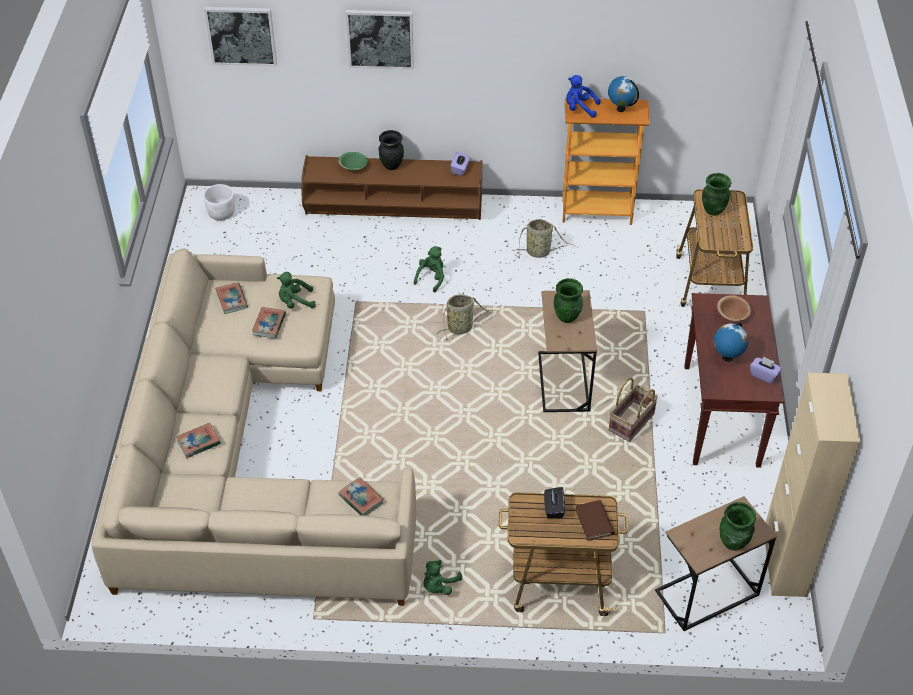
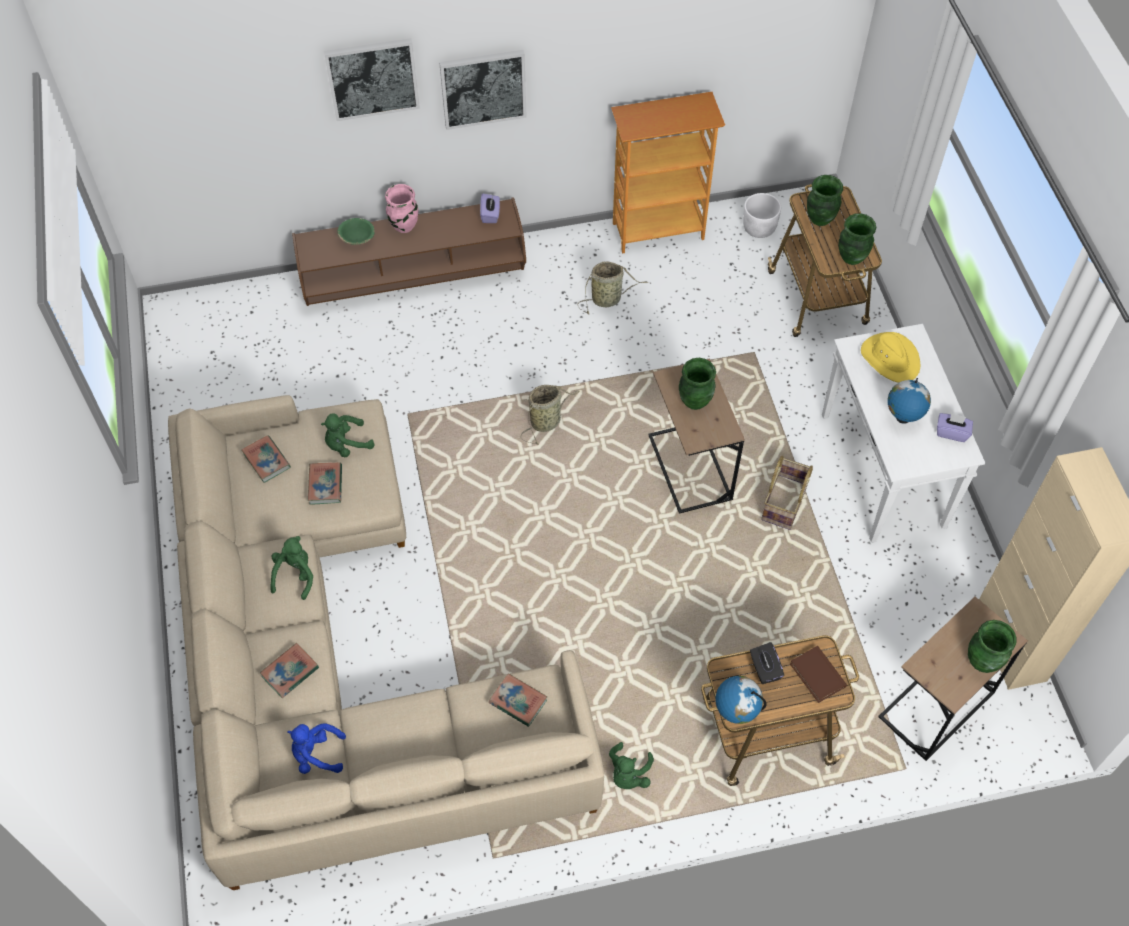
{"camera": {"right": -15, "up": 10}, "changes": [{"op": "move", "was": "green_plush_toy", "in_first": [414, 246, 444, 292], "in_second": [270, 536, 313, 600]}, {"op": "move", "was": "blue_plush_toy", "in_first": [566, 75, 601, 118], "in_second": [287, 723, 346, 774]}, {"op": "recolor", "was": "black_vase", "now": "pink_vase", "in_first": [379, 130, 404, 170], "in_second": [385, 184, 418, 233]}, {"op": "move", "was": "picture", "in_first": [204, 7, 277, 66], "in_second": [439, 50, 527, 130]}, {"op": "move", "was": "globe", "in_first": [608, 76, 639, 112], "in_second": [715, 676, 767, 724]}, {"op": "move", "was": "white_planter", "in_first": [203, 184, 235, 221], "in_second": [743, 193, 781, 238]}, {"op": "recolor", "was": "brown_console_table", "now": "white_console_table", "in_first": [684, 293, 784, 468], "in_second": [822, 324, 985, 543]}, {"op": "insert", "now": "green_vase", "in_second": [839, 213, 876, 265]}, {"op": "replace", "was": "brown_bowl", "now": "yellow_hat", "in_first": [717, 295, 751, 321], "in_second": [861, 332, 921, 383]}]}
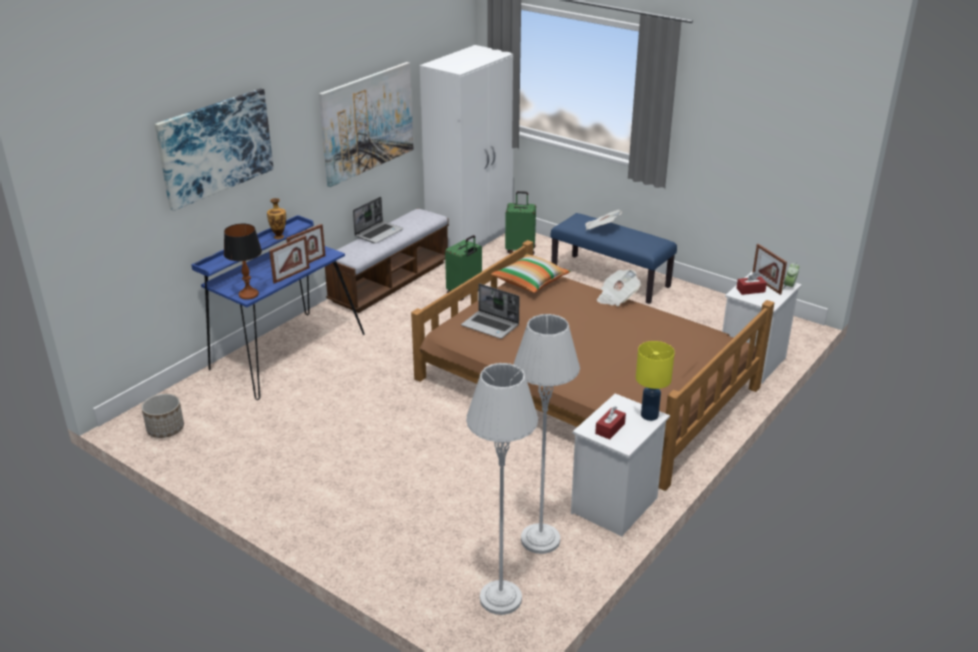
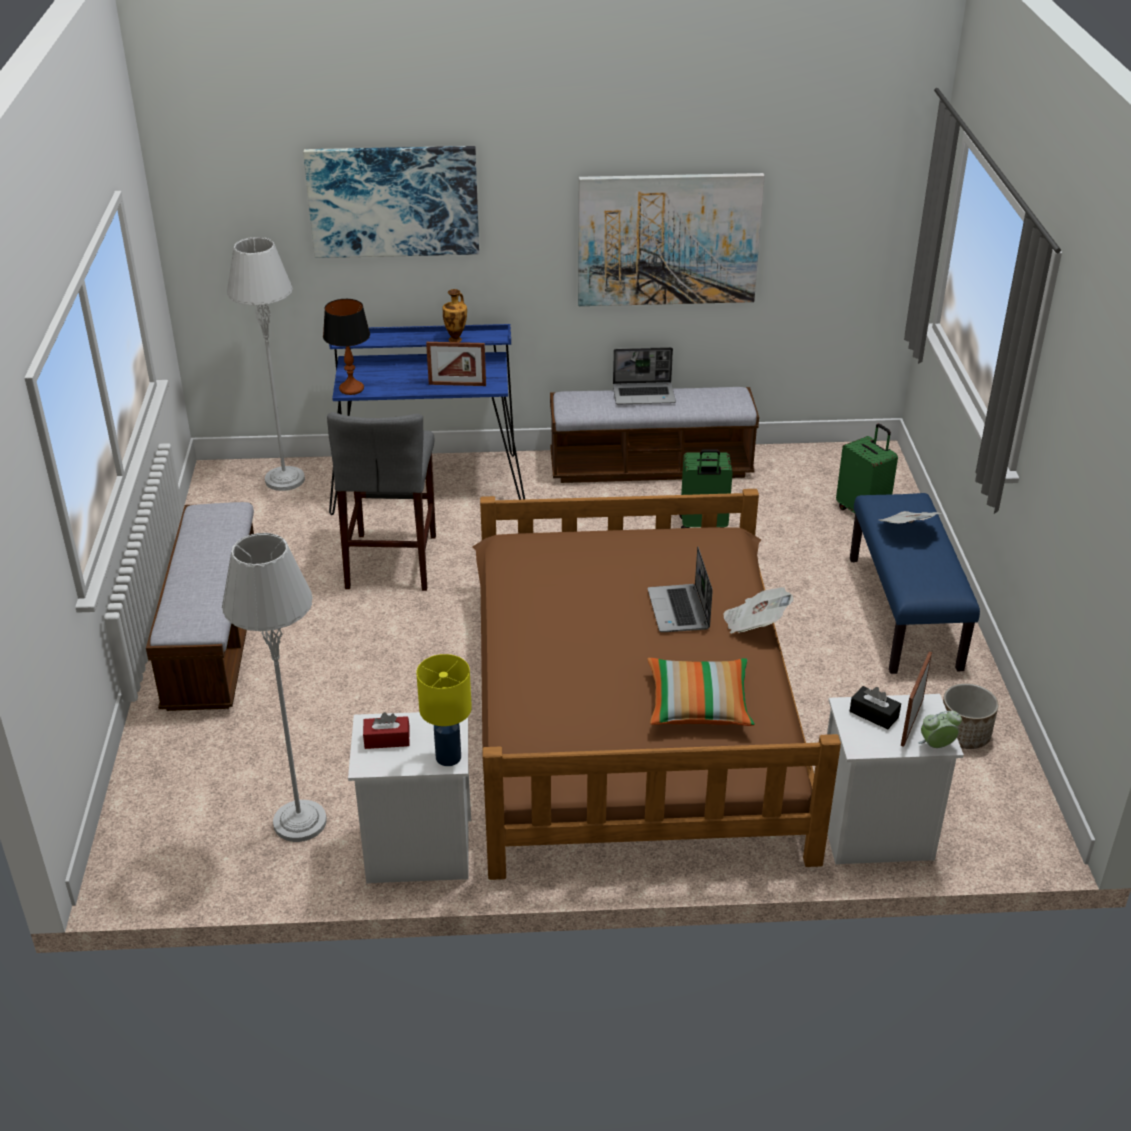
{"camera": {"right": 50, "up": 5}, "changes": [{"op": "insert", "now": "bench", "in_second": [146, 502, 254, 711]}, {"op": "move", "was": "grey_floor_lamp", "in_first": [466, 363, 538, 615], "in_second": [227, 237, 305, 491]}, {"op": "insert", "now": "grey_stool", "in_second": [327, 412, 436, 591]}, {"op": "move", "was": "pillow", "in_first": [491, 254, 571, 293], "in_second": [647, 658, 755, 726]}, {"op": "move", "was": "laptop", "in_first": [461, 283, 520, 339], "in_second": [648, 547, 713, 632]}, {"op": "recolor", "was": "red_tissue_box", "now": "black_tissue_box", "in_first": [736, 272, 767, 295], "in_second": [850, 686, 901, 729]}, {"op": "move", "was": "planter", "in_first": [141, 394, 184, 438], "in_second": [943, 683, 999, 749]}, {"op": "delete", "was": "picture_frame", "in_first": [269, 235, 310, 284]}, {"op": "delete", "was": "white_wardrobe", "in_first": [420, 45, 513, 248]}]}
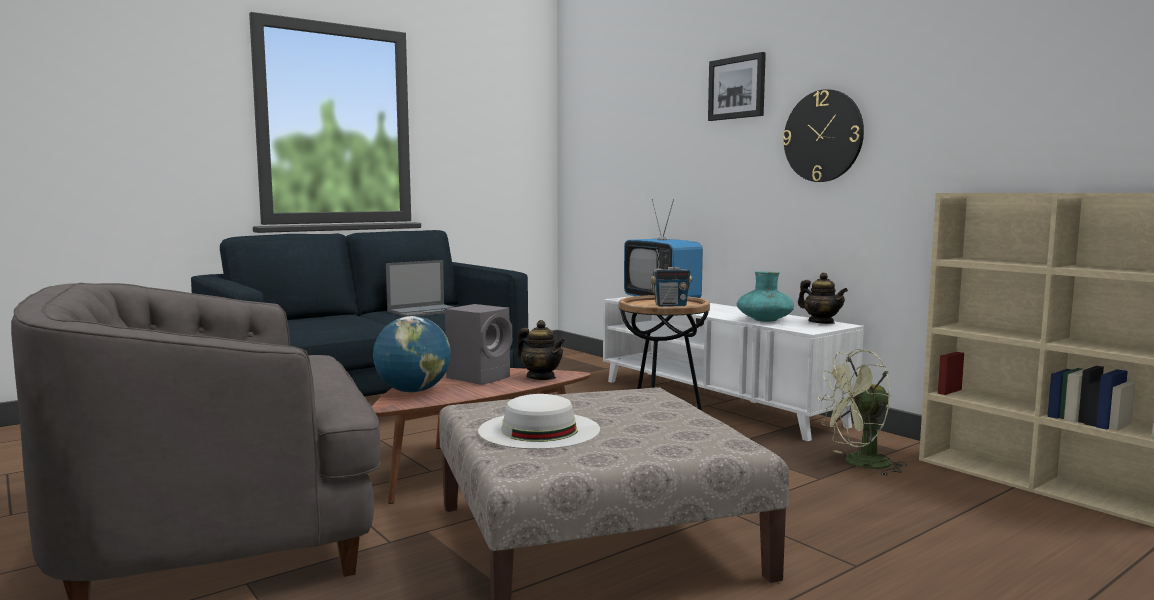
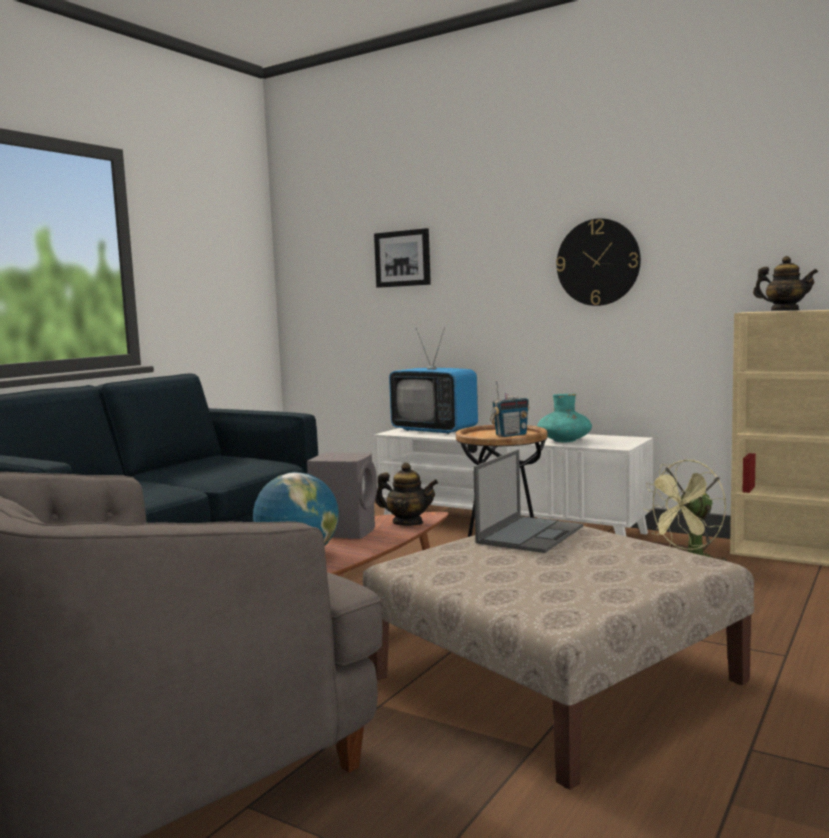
{"camera": {"right": -20, "up": 0}, "changes": [{"op": "move", "was": "picture", "in_first": [708, 52, 766, 121], "in_second": [374, 228, 431, 288]}, {"op": "move", "was": "laptop", "in_first": [386, 260, 454, 317], "in_second": [473, 449, 583, 553]}, {"op": "move", "was": "teapot", "in_first": [798, 272, 848, 324], "in_second": [753, 256, 818, 311]}, {"op": "delete", "was": "white_hat", "in_first": [478, 394, 600, 449]}]}
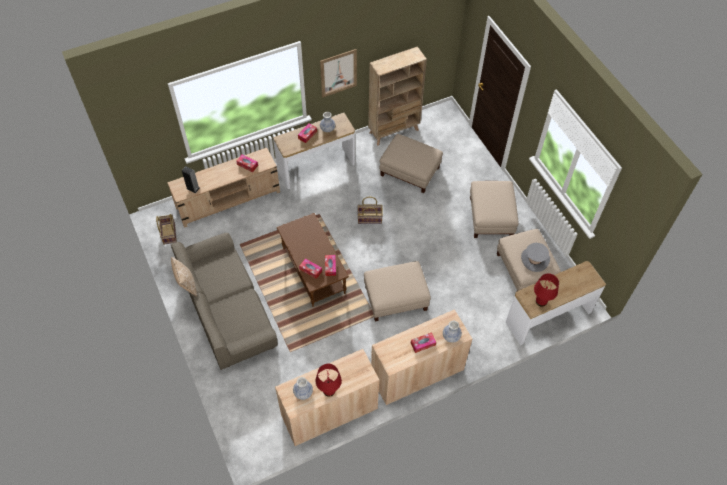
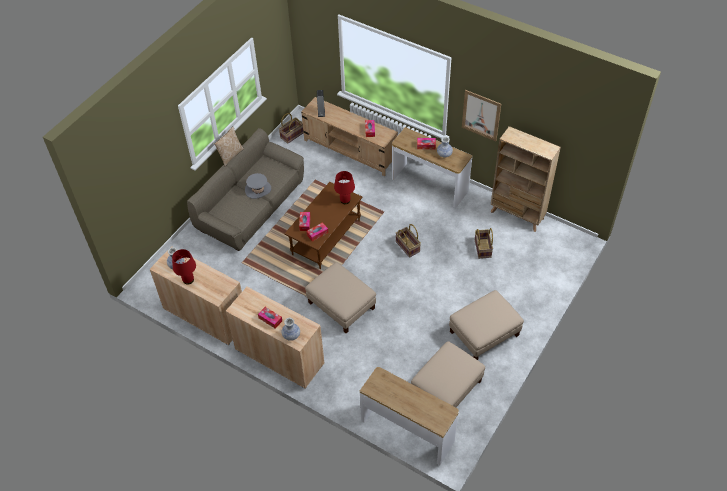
{"camera": {"right": 60, "up": -5}, "changes": [{"op": "move", "was": "grey_hat", "in_first": [521, 243, 550, 272], "in_second": [245, 173, 271, 199]}, {"op": "move", "was": "red_table_lamp", "in_first": [534, 273, 559, 306], "in_second": [334, 171, 355, 204]}, {"op": "replace", "was": "beige_ottoman", "now": "basket", "in_first": [380, 134, 443, 193], "in_second": [475, 228, 493, 259]}]}
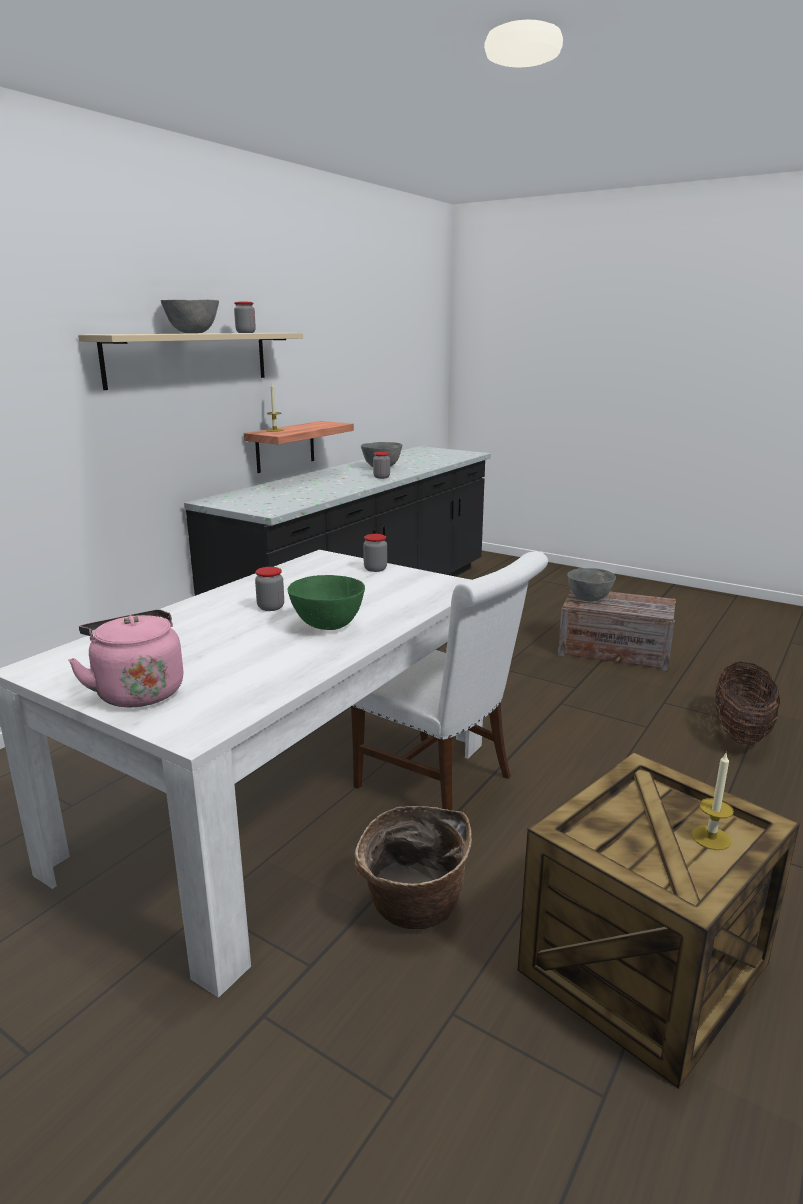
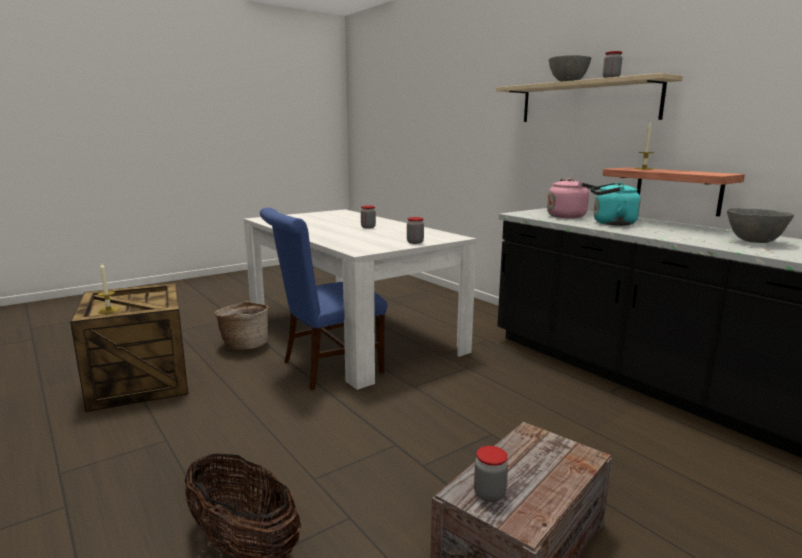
{"camera": {"right": 110, "up": -5}, "changes": [{"op": "recolor", "was": "white_chair", "now": "blue_chair", "in_first": [351, 551, 548, 811], "in_second": [260, 208, 387, 390]}, {"op": "move", "was": "jar", "in_first": [373, 452, 390, 479], "in_second": [474, 446, 508, 502]}, {"op": "move", "was": "pink_kettle", "in_first": [68, 609, 183, 707], "in_second": [547, 178, 596, 218]}, {"op": "insert", "now": "turquoise_kettle", "in_second": [591, 182, 641, 226]}, {"op": "delete", "was": "green_bowl", "in_first": [288, 575, 365, 630]}, {"op": "delete", "was": "grey_bowl", "in_first": [567, 568, 616, 602]}]}
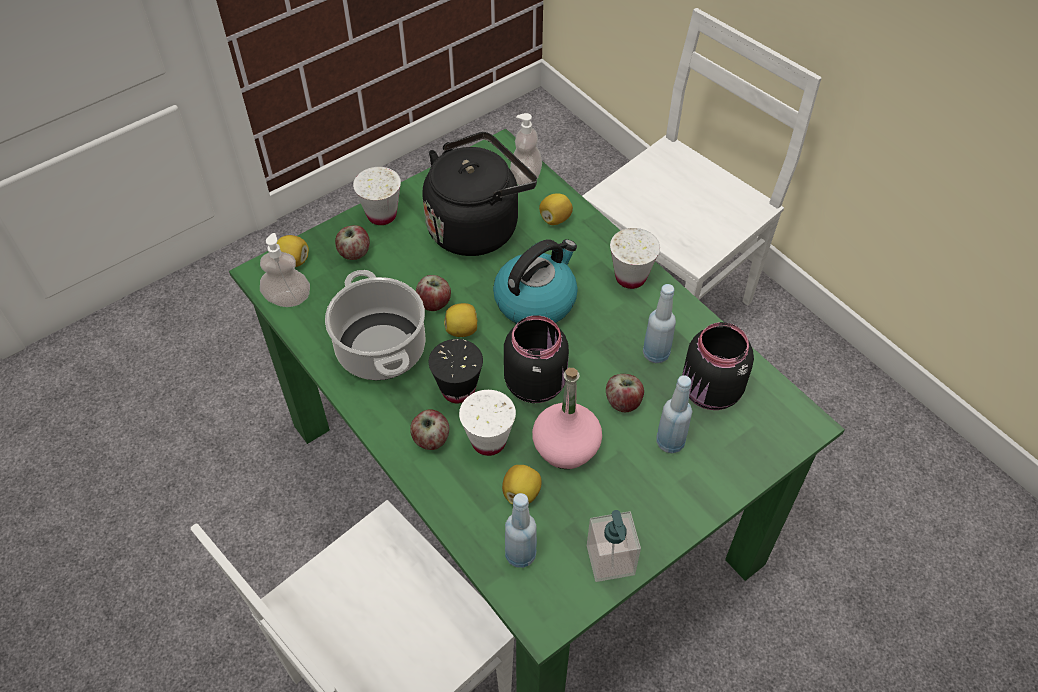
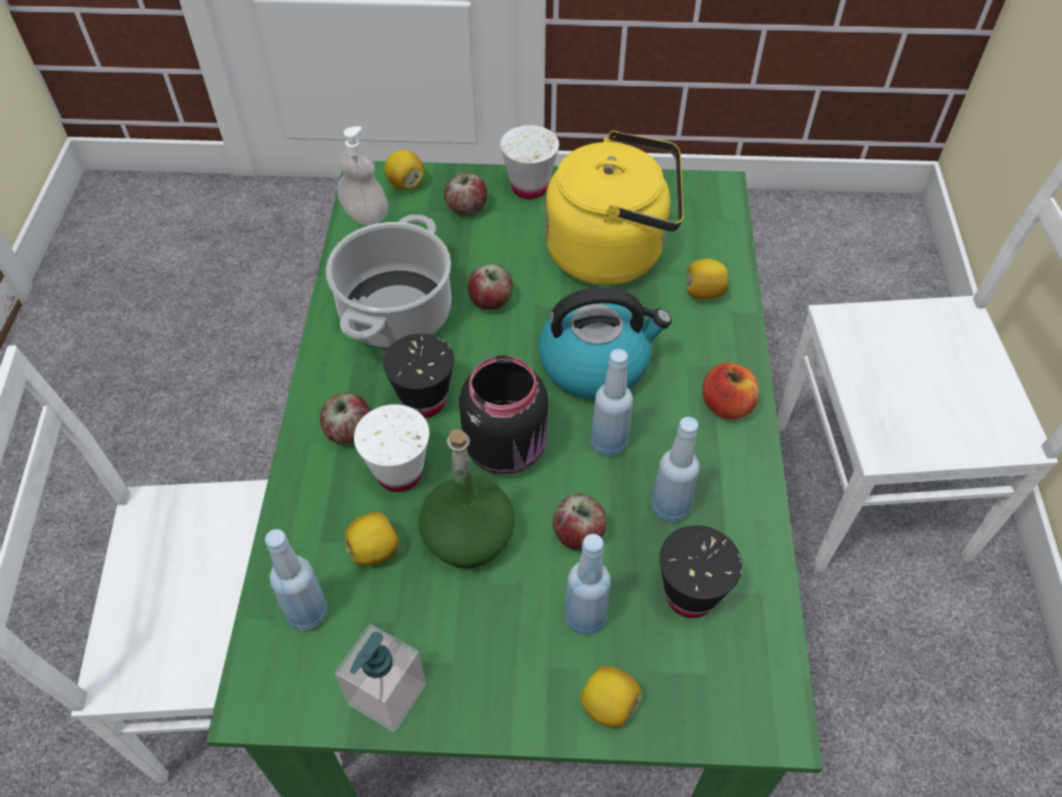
{"camera": {"right": 40, "up": 0}, "changes": [{"op": "recolor", "was": "pink_bottle", "now": "green_bottle", "in_first": [532, 368, 602, 469], "in_second": [418, 429, 515, 568]}, {"op": "recolor", "was": "black_kettle", "now": "yellow_kettle", "in_first": [423, 132, 537, 256], "in_second": [545, 131, 684, 285]}, {"op": "move", "was": "lemon", "in_first": [444, 303, 477, 337], "in_second": [580, 666, 642, 728]}, {"op": "insert", "now": "blue_bottle", "in_second": [591, 349, 633, 457]}, {"op": "replace", "was": "black_jar", "now": "black_cup", "in_first": [682, 322, 754, 410], "in_second": [659, 525, 742, 618]}, {"op": "replace", "was": "white_cup", "now": "apple", "in_first": [610, 228, 660, 289], "in_second": [703, 362, 759, 419]}, {"op": "delete", "was": "soap_dispenser", "in_first": [510, 113, 542, 185]}]}
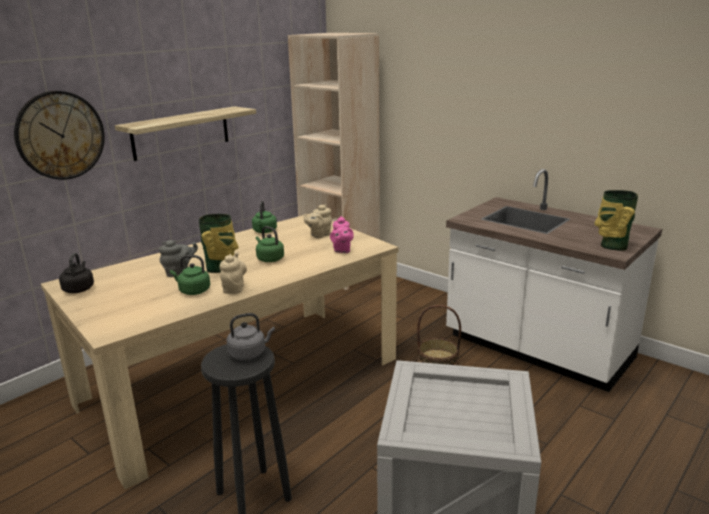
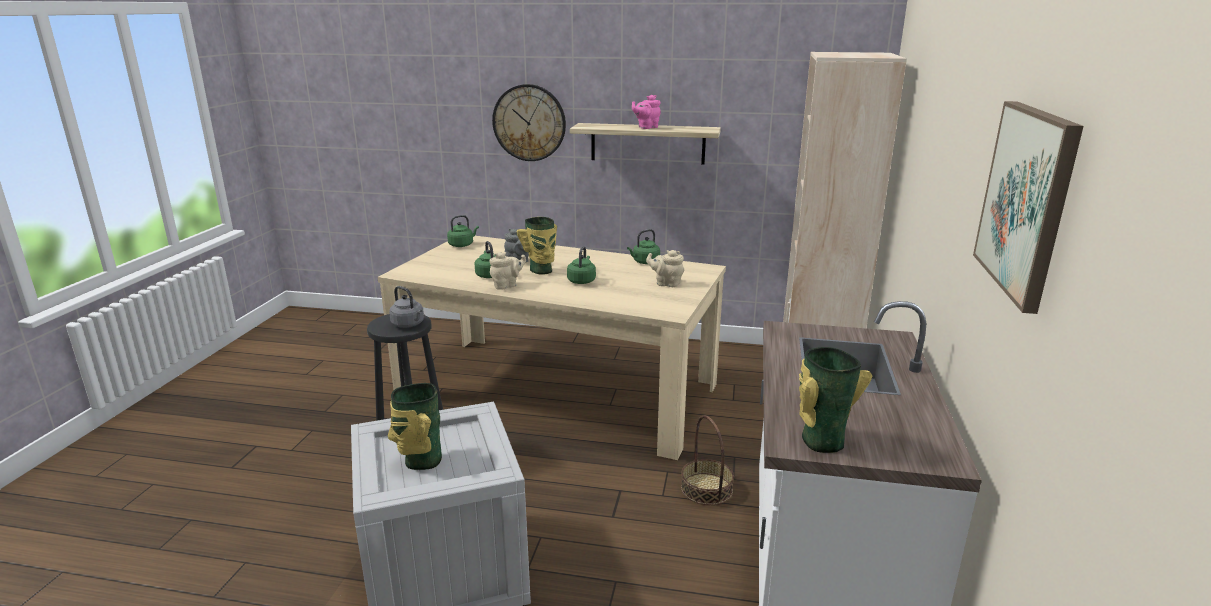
{"camera": {"right": 60, "up": 0}, "changes": [{"op": "insert", "now": "vase", "in_second": [388, 383, 442, 470]}, {"op": "recolor", "was": "black_kettle", "now": "green_kettle", "in_first": [59, 253, 94, 293], "in_second": [447, 215, 479, 247]}, {"op": "move", "was": "pink_teapot", "in_first": [330, 216, 354, 253], "in_second": [632, 95, 661, 129]}, {"op": "insert", "now": "picture", "in_second": [973, 101, 1084, 314]}]}
